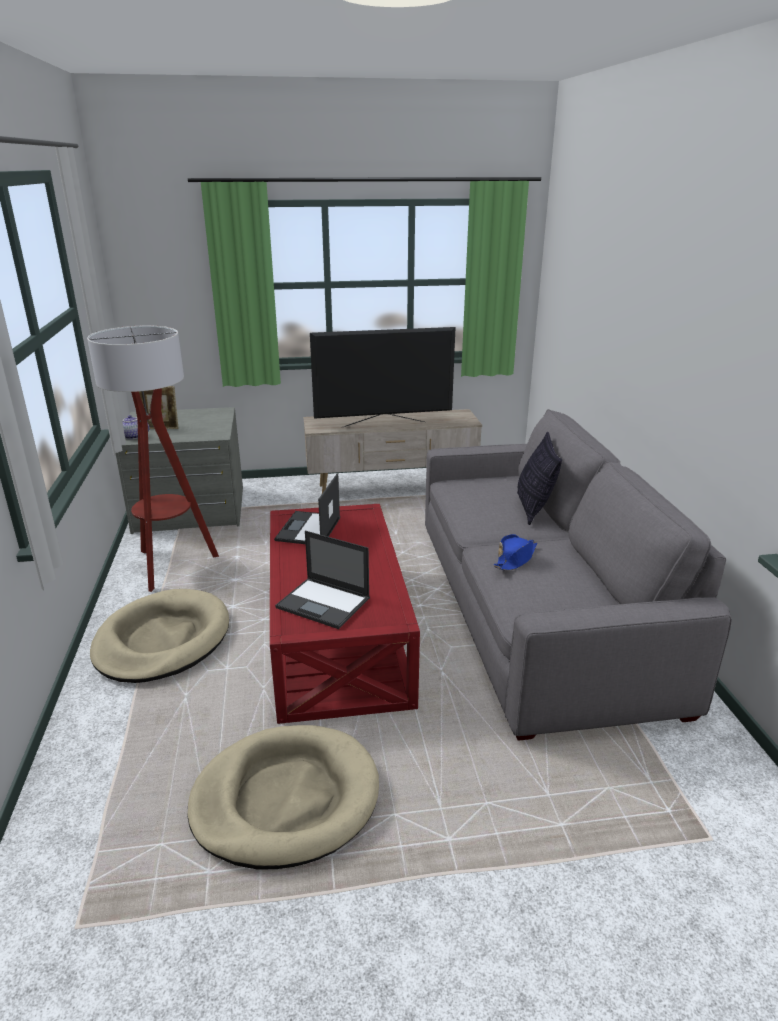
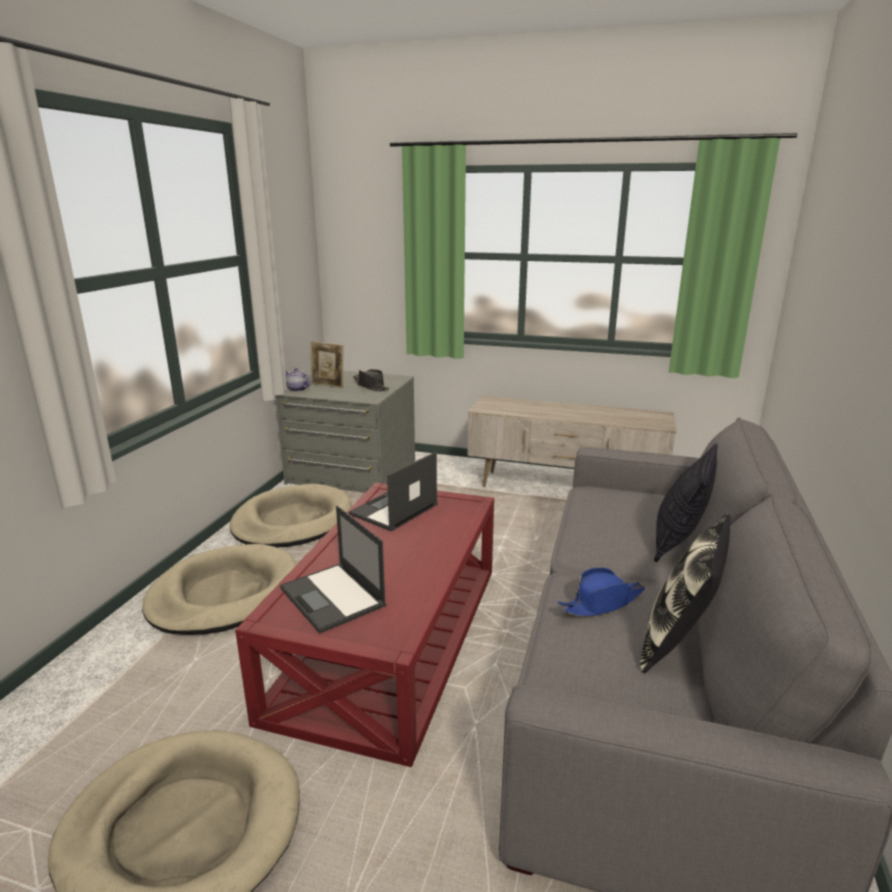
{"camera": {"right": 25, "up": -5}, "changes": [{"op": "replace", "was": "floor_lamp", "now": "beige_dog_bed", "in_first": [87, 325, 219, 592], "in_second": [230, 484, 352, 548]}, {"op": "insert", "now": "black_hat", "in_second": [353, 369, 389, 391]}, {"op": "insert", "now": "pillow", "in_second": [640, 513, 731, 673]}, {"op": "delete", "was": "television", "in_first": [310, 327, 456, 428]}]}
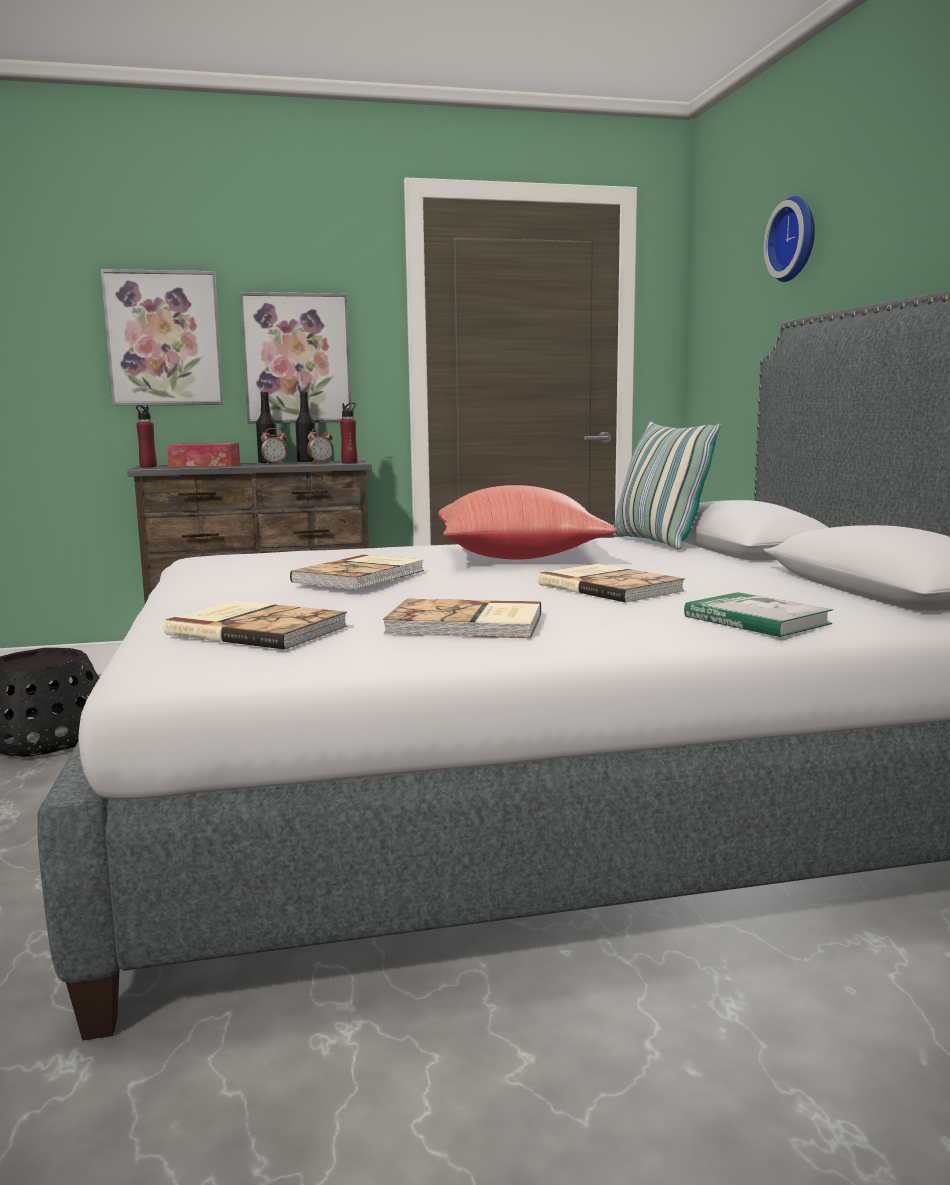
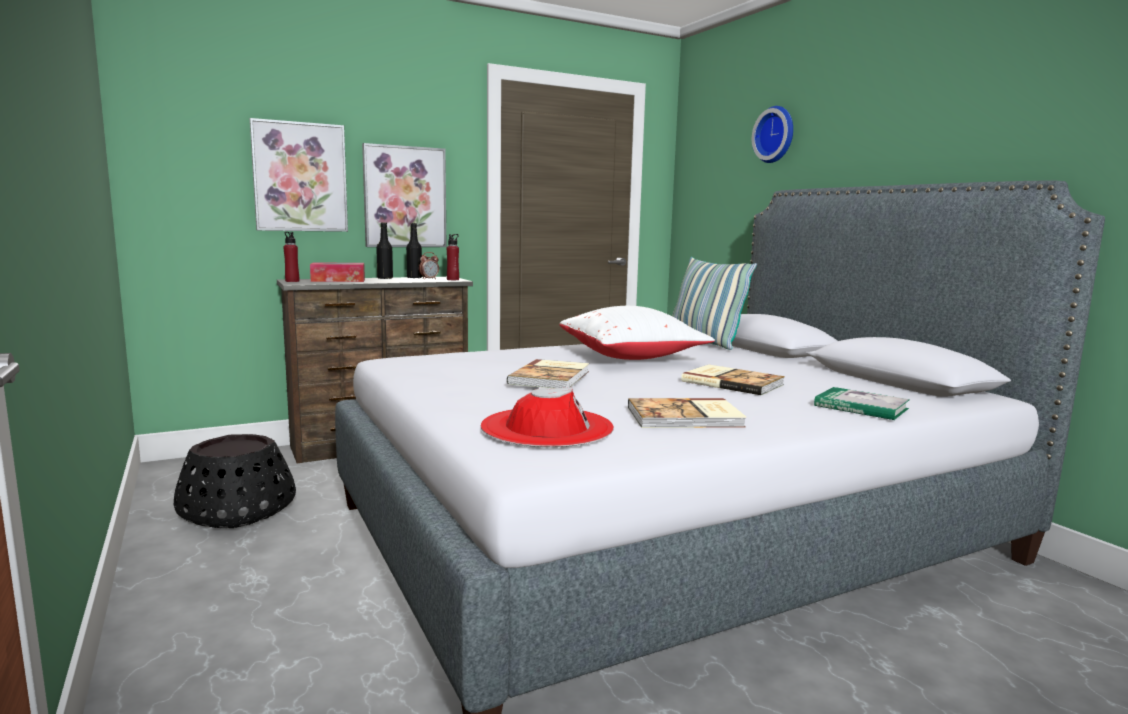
{"camera": {"right": -15, "up": 0}, "changes": [{"op": "replace", "was": "book", "now": "red_hat", "in_first": [163, 600, 348, 650], "in_second": [481, 387, 614, 447]}, {"op": "recolor", "was": "red_pillow", "now": "white_pillow", "in_first": [438, 485, 617, 560], "in_second": [559, 306, 715, 360]}, {"op": "delete", "was": "alarm_clock", "in_first": [261, 428, 287, 464]}]}
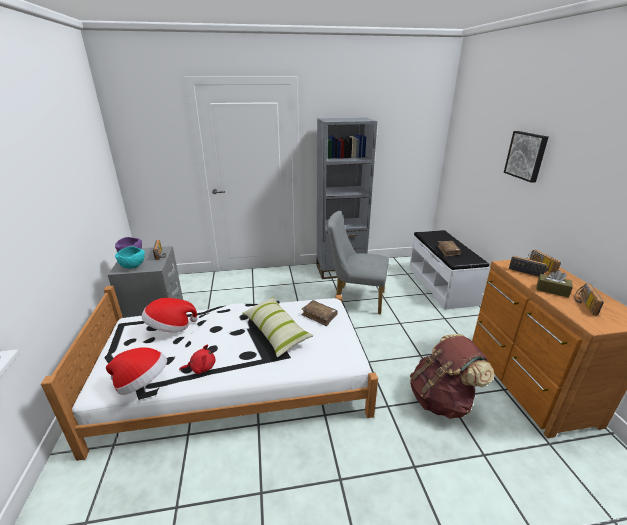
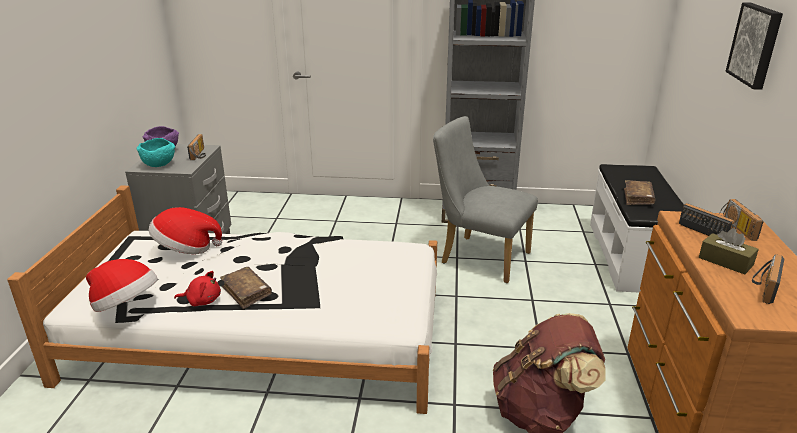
{"camera": {"right": 15, "up": 0}, "changes": [{"op": "move", "was": "brown_book", "in_first": [301, 300, 338, 326], "in_second": [220, 267, 272, 309]}, {"op": "delete", "was": "pillow", "in_first": [243, 297, 314, 357]}]}
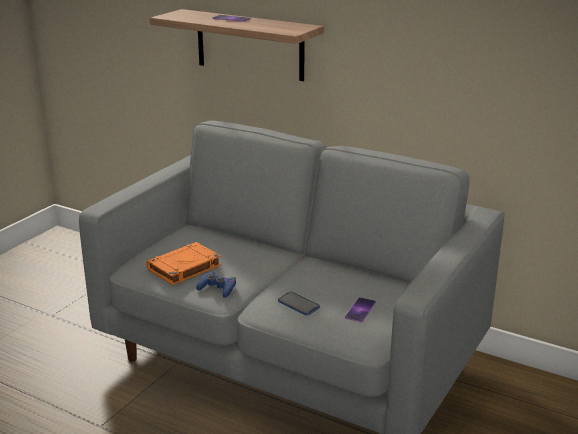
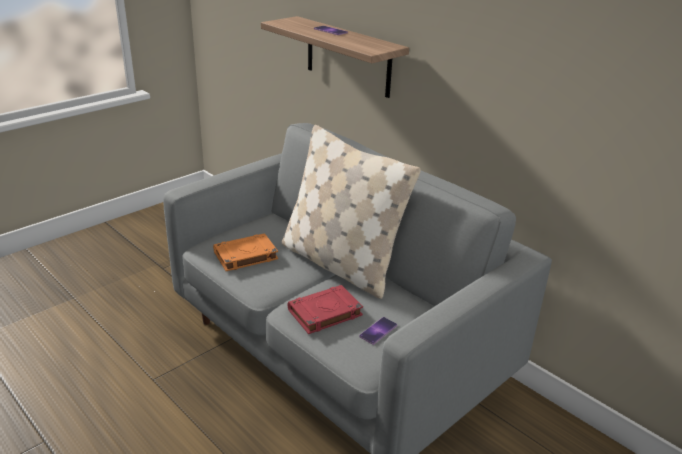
{"camera": {"right": 15, "up": 5}, "changes": [{"op": "insert", "now": "beige_pillow", "in_second": [282, 125, 421, 299]}, {"op": "replace", "was": "phone", "now": "red_book", "in_first": [278, 292, 320, 316], "in_second": [287, 285, 363, 334]}, {"op": "delete", "was": "blue_game_controller", "in_first": [196, 272, 236, 298]}]}
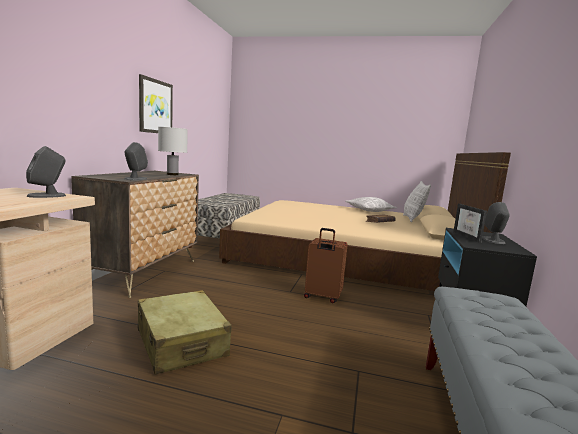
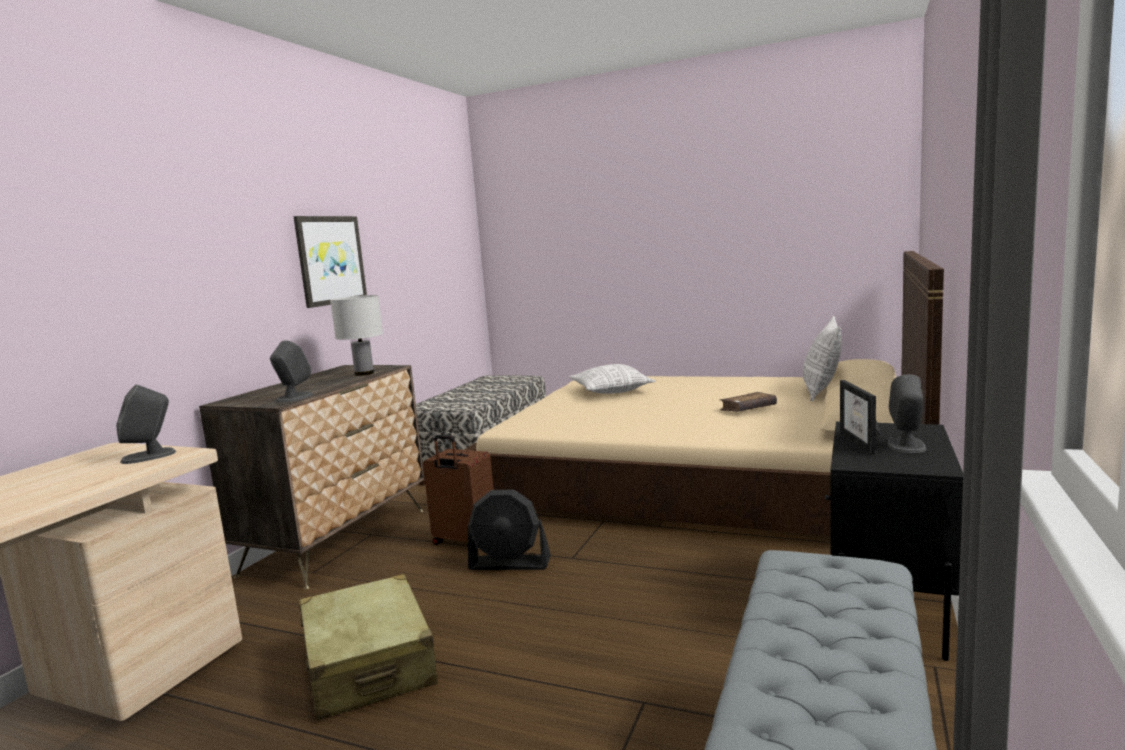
{"camera": {"right": 10, "up": 0}, "changes": [{"op": "move", "was": "brown_suitcase", "in_first": [304, 228, 348, 303], "in_second": [423, 435, 494, 547]}, {"op": "insert", "now": "black_fan", "in_second": [468, 489, 551, 570]}, {"op": "move", "was": "pillow", "in_first": [345, 197, 397, 212], "in_second": [569, 364, 656, 394]}]}
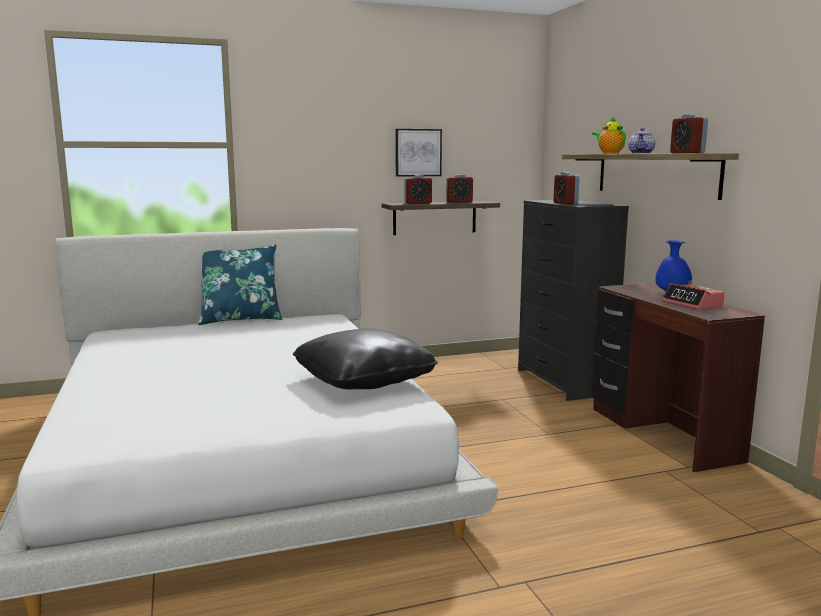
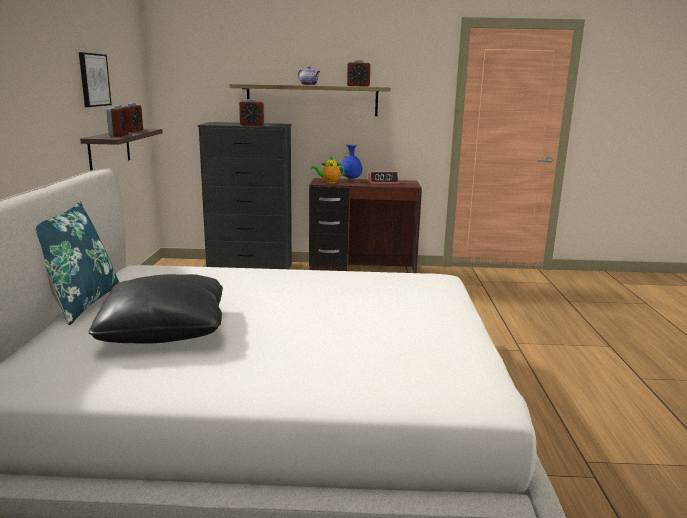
{"camera": {"right": -70, "up": 5}, "changes": [{"op": "move", "was": "black_pillow", "in_first": [293, 328, 438, 390], "in_second": [89, 274, 223, 344]}, {"op": "move", "was": "teapot", "in_first": [592, 117, 626, 154], "in_second": [311, 156, 345, 184]}]}
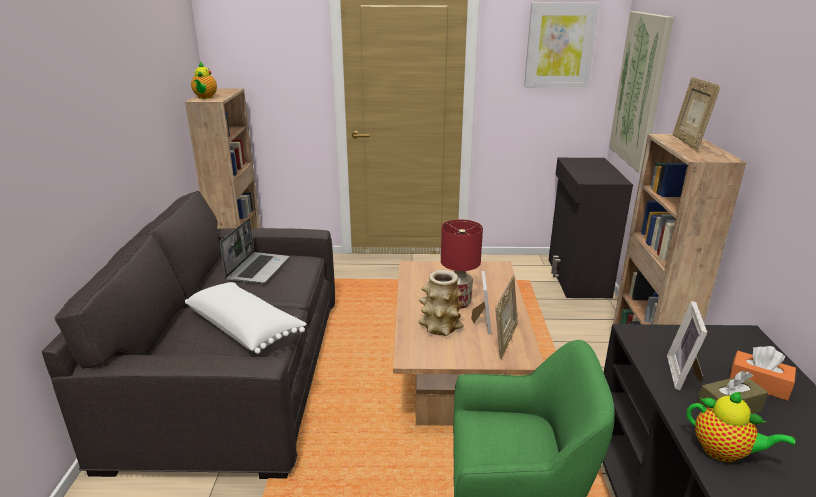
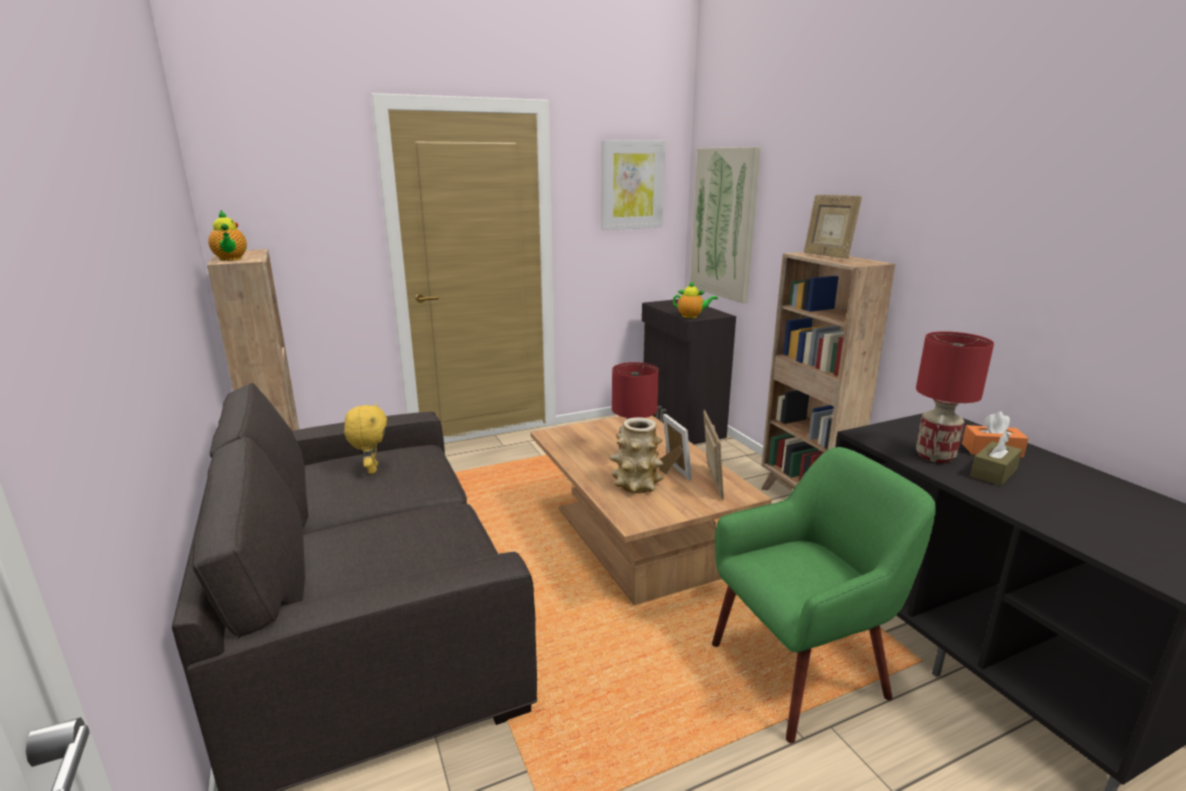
{"camera": {"right": -25, "up": -5}, "changes": [{"op": "replace", "was": "laptop", "now": "yellow_plush_toy", "in_first": [220, 218, 289, 284], "in_second": [344, 403, 387, 474]}, {"op": "move", "was": "teapot", "in_first": [686, 392, 795, 462], "in_second": [673, 281, 718, 318]}, {"op": "replace", "was": "picture_frame", "now": "red_table_lamp", "in_first": [667, 301, 708, 391], "in_second": [916, 331, 994, 463]}, {"op": "delete", "was": "white_pillow", "in_first": [185, 282, 306, 354]}]}
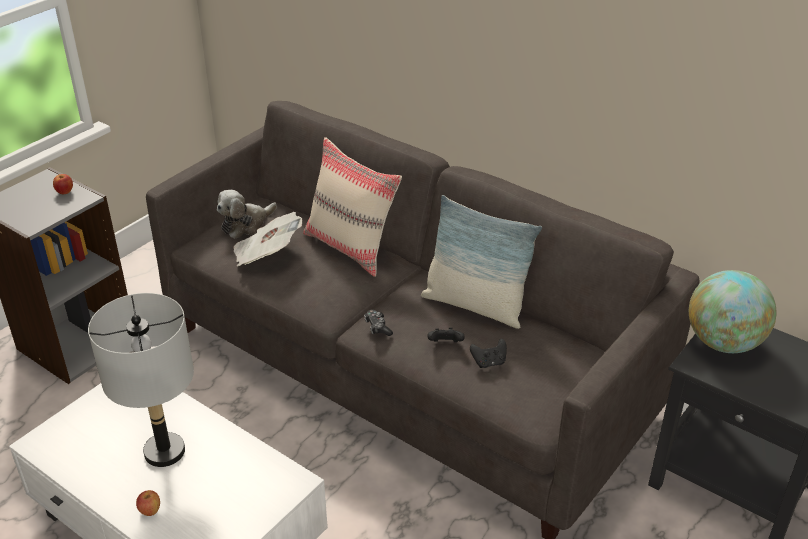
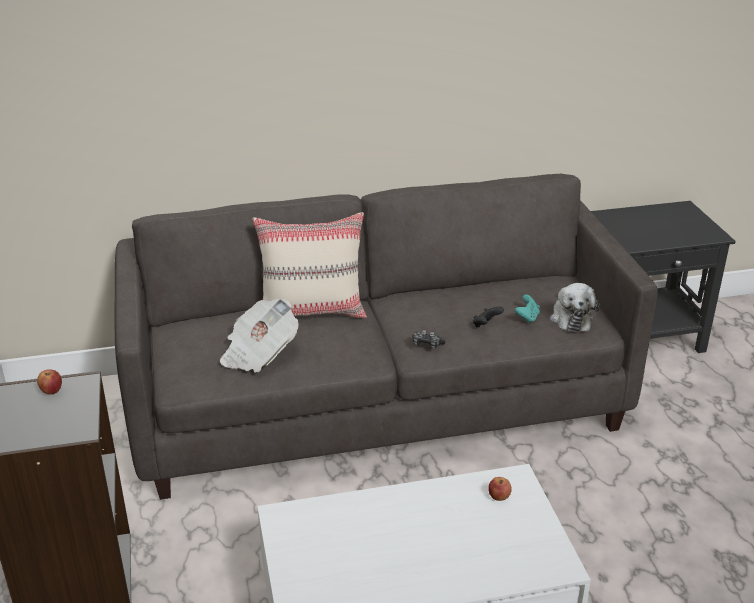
{"camera": {"right": -50, "up": -5}, "changes": [{"op": "move", "was": "apple", "in_first": [136, 490, 160, 516], "in_second": [488, 477, 512, 501]}, {"op": "recolor", "was": "black_game_controller", "now": "turquoise_game_controller", "in_first": [470, 339, 507, 368], "in_second": [515, 295, 540, 323]}, {"op": "move", "was": "plush_toy", "in_first": [217, 190, 277, 239], "in_second": [550, 283, 599, 332]}, {"op": "delete", "was": "grey_table_lamp", "in_first": [88, 293, 194, 467]}, {"op": "delete", "was": "pillow", "in_first": [421, 195, 542, 329]}, {"op": "delete", "was": "globe", "in_first": [689, 270, 777, 353]}]}
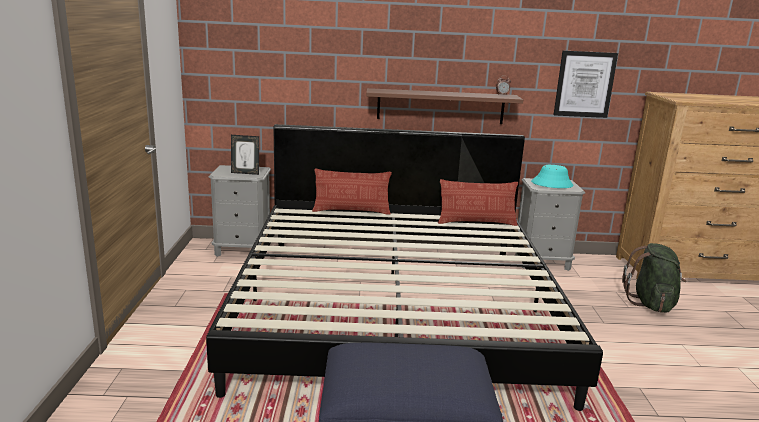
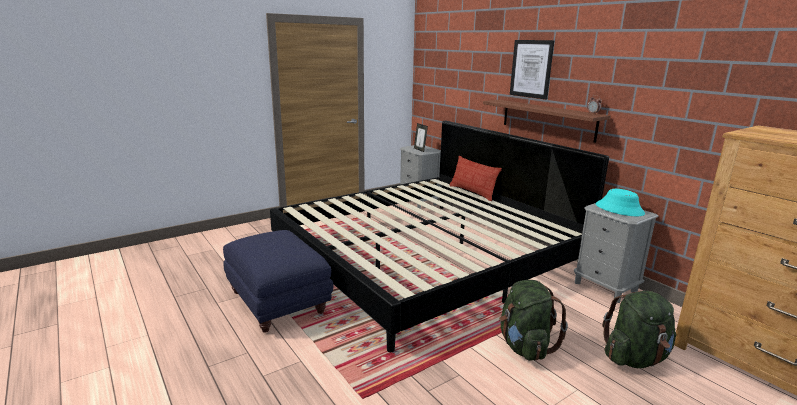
{"camera": {"right": 55, "up": 0}, "changes": [{"op": "insert", "now": "green_backpack", "in_second": [499, 280, 568, 361]}, {"op": "move", "was": "picture", "in_first": [554, 51, 618, 118], "in_second": [510, 40, 554, 99]}, {"op": "delete", "was": "pillow", "in_first": [438, 179, 518, 226]}]}
